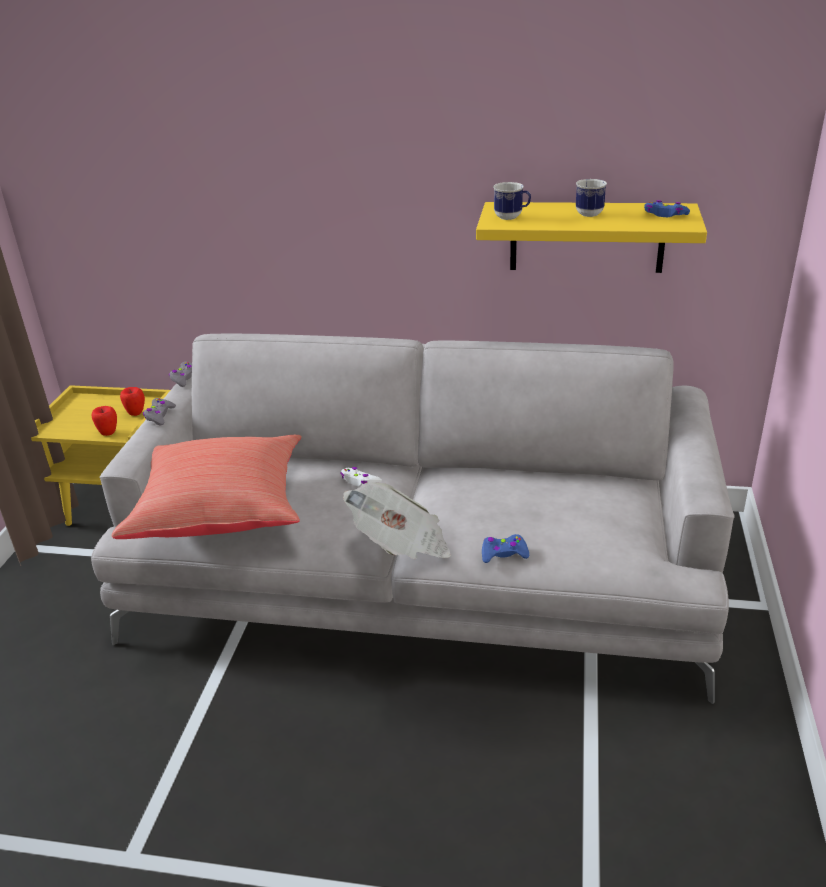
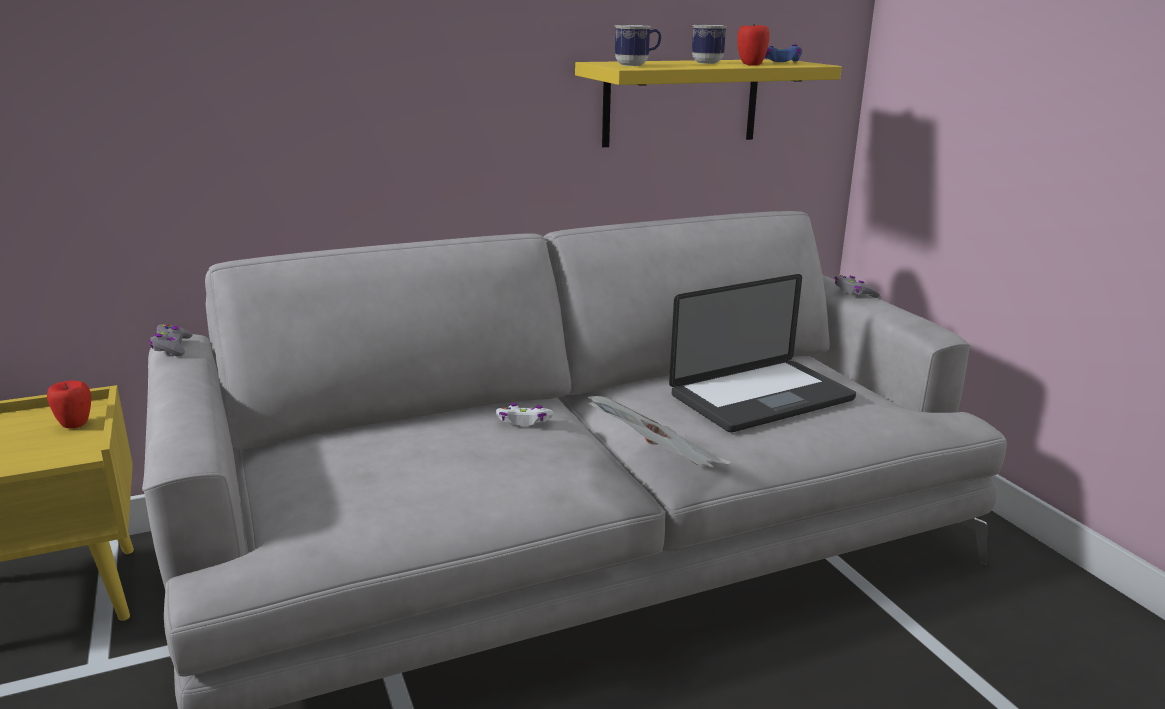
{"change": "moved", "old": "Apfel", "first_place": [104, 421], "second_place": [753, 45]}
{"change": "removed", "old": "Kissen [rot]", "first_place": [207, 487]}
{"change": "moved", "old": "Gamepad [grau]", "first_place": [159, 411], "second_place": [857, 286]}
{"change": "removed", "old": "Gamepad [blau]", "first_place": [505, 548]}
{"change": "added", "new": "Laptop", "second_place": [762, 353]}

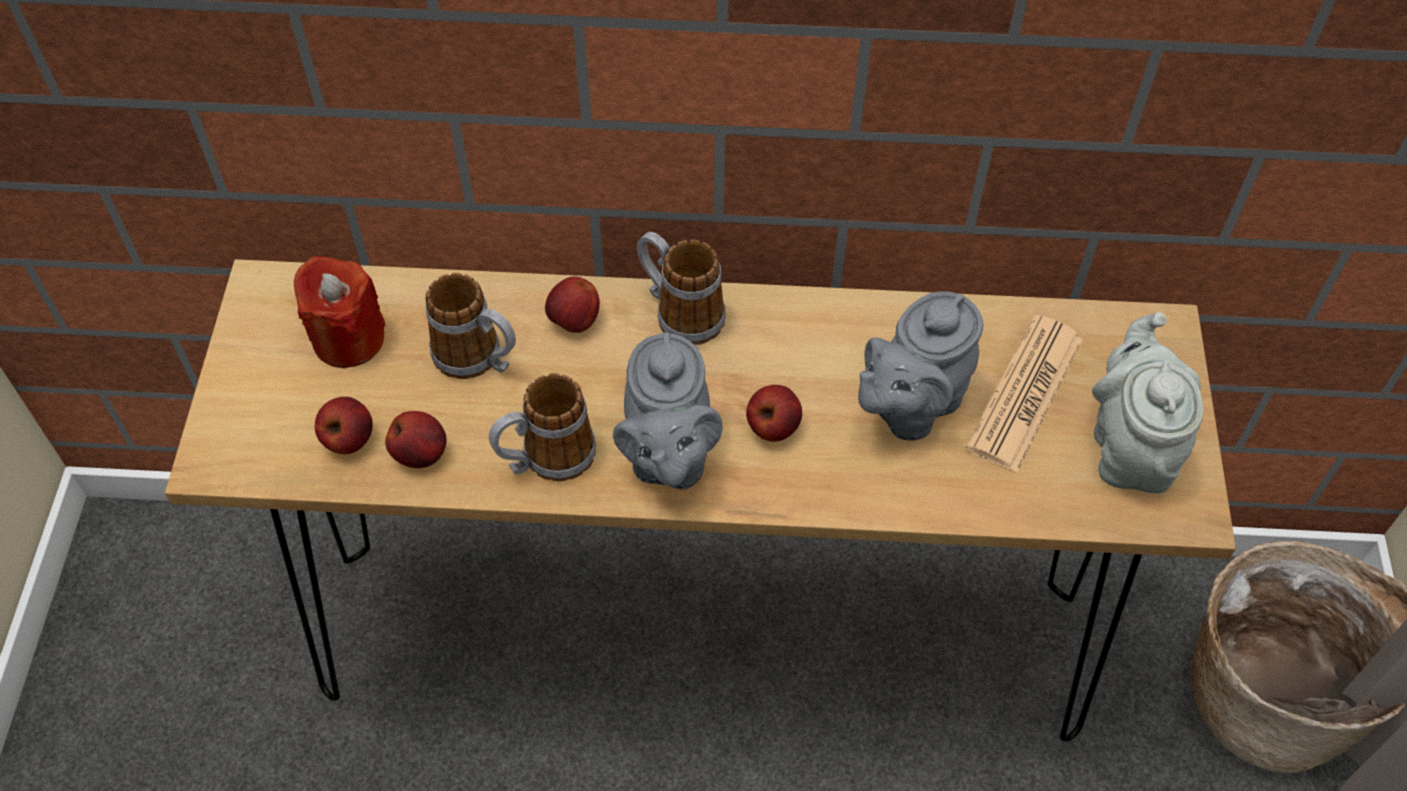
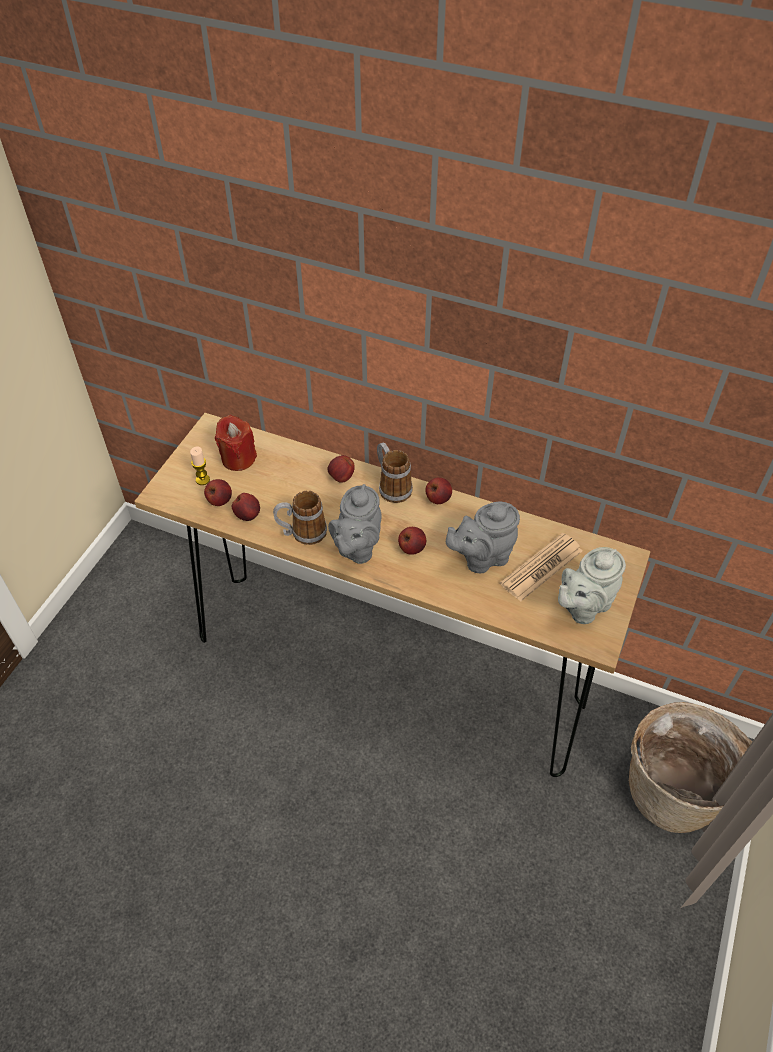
{"change": "removed", "old": "Henkelbecher", "first_place": [470, 326]}
{"change": "turned", "old": "Teekanne [grau]", "first_place": [1147, 402], "second_place": [592, 585], "degrees": -150}
{"change": "added", "new": "Kerze", "second_place": [200, 466]}
{"change": "added", "new": "Apfel", "second_place": [438, 491]}

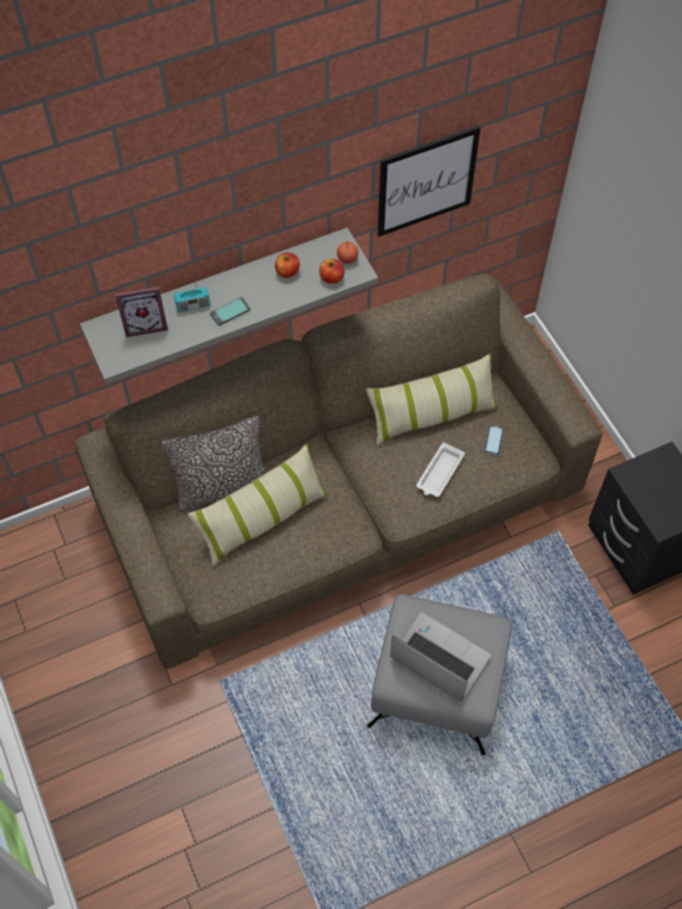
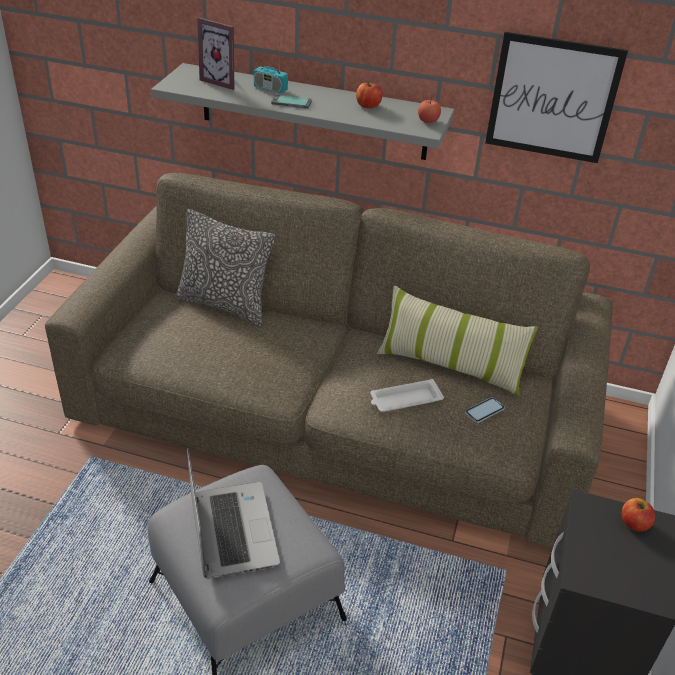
{"change": "removed", "old": "Kissen", "first_place": [258, 505]}
{"change": "moved", "old": "Apfel", "first_place": [332, 271], "second_place": [638, 515]}

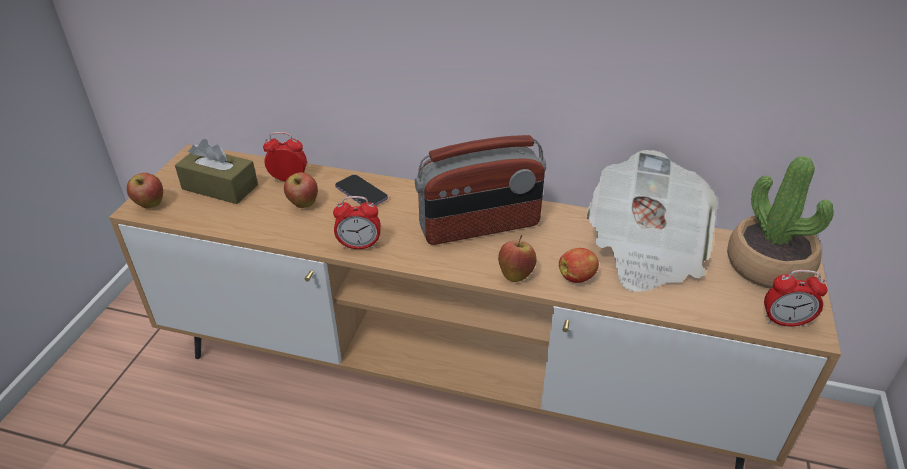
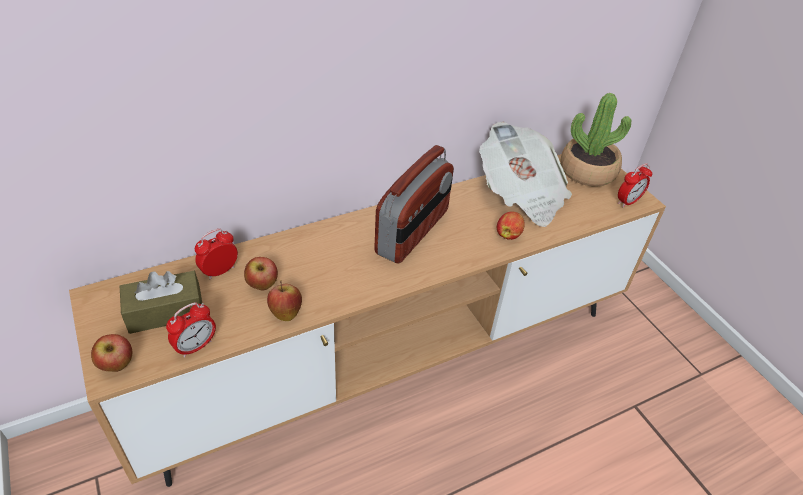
{"change": "moved", "old": "Wecker", "first_place": [357, 222], "second_place": [191, 330]}
{"change": "removed", "old": "Handy", "first_place": [361, 190]}
{"change": "moved", "old": "Apfel", "first_place": [517, 258], "second_place": [284, 300]}

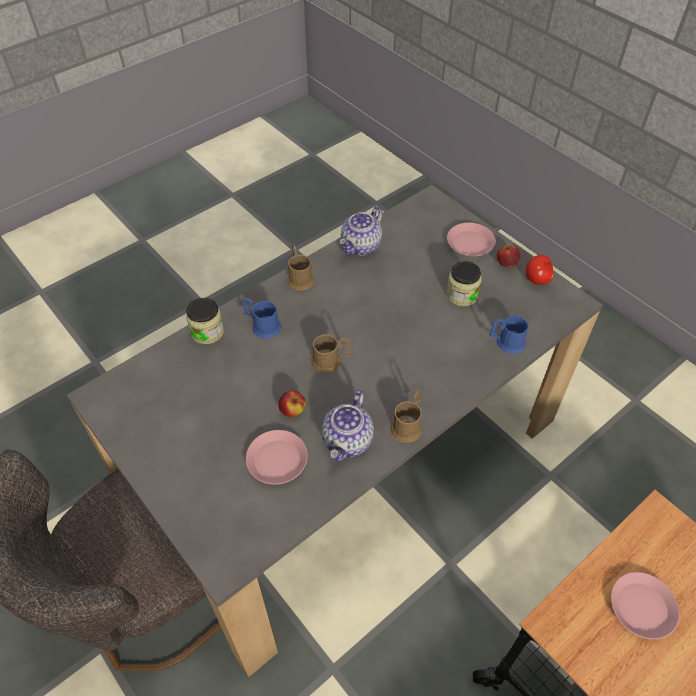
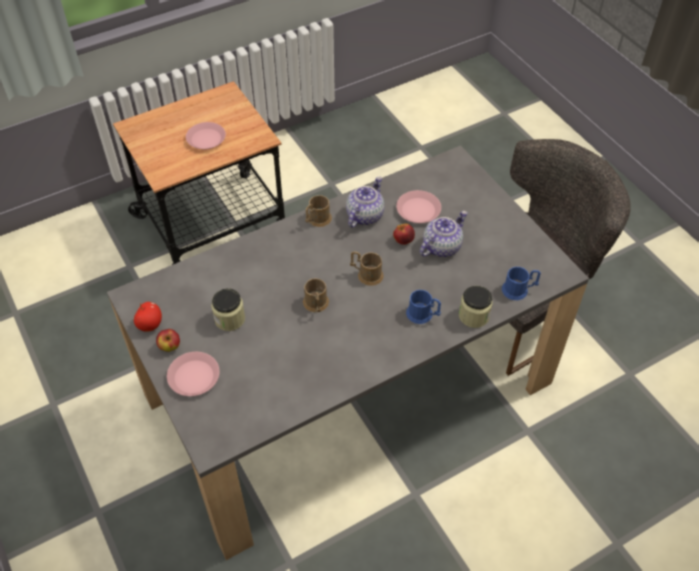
{"change": "moved", "old": "Henkelbecher [braun]", "first_place": [300, 266], "second_place": [316, 295]}
{"change": "moved", "old": "Teekanne", "first_place": [361, 231], "second_place": [444, 234]}
{"change": "moved", "old": "Henkelbecher [blau]", "first_place": [509, 335], "second_place": [521, 283]}

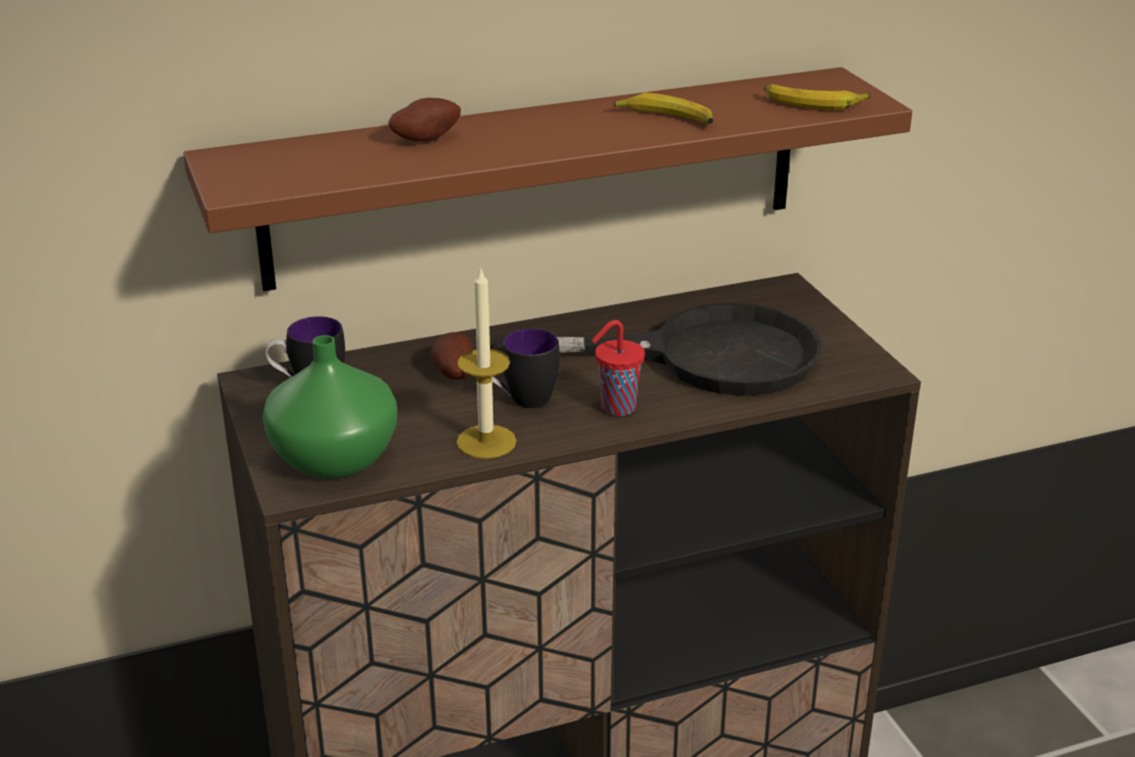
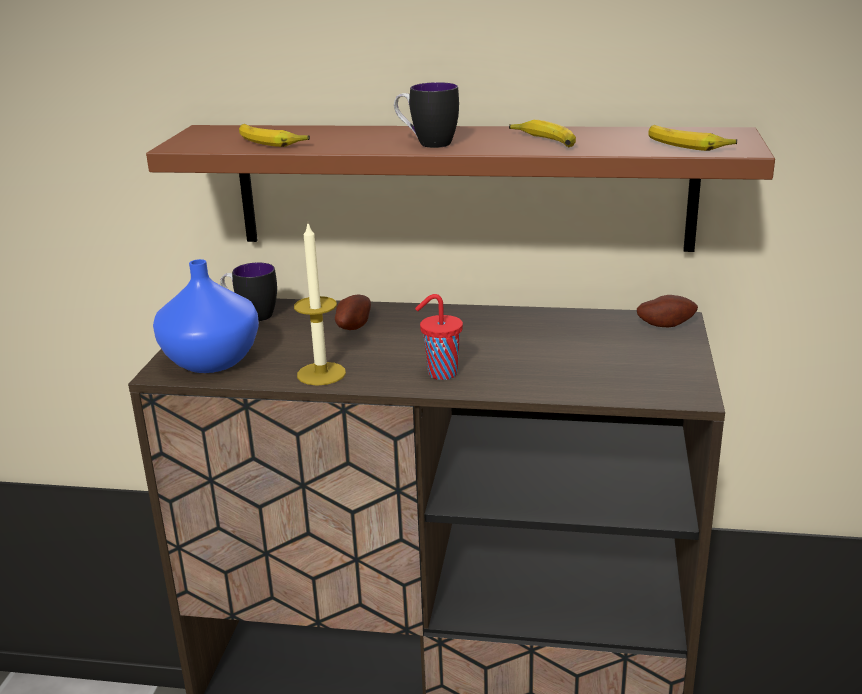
{"change": "recoloured", "old": "Vase [grün]", "new": "Vase [blau]", "first_place": [330, 407], "second_place": [206, 316]}
{"change": "moved", "old": "Kartoffel", "first_place": [424, 119], "second_place": [667, 311]}
{"change": "moved", "old": "Henkelbecher", "first_place": [526, 368], "second_place": [426, 115]}
{"change": "removed", "old": "Pfanne [schwarz]", "first_place": [657, 349]}
{"change": "added", "new": "Banane", "second_place": [274, 135]}

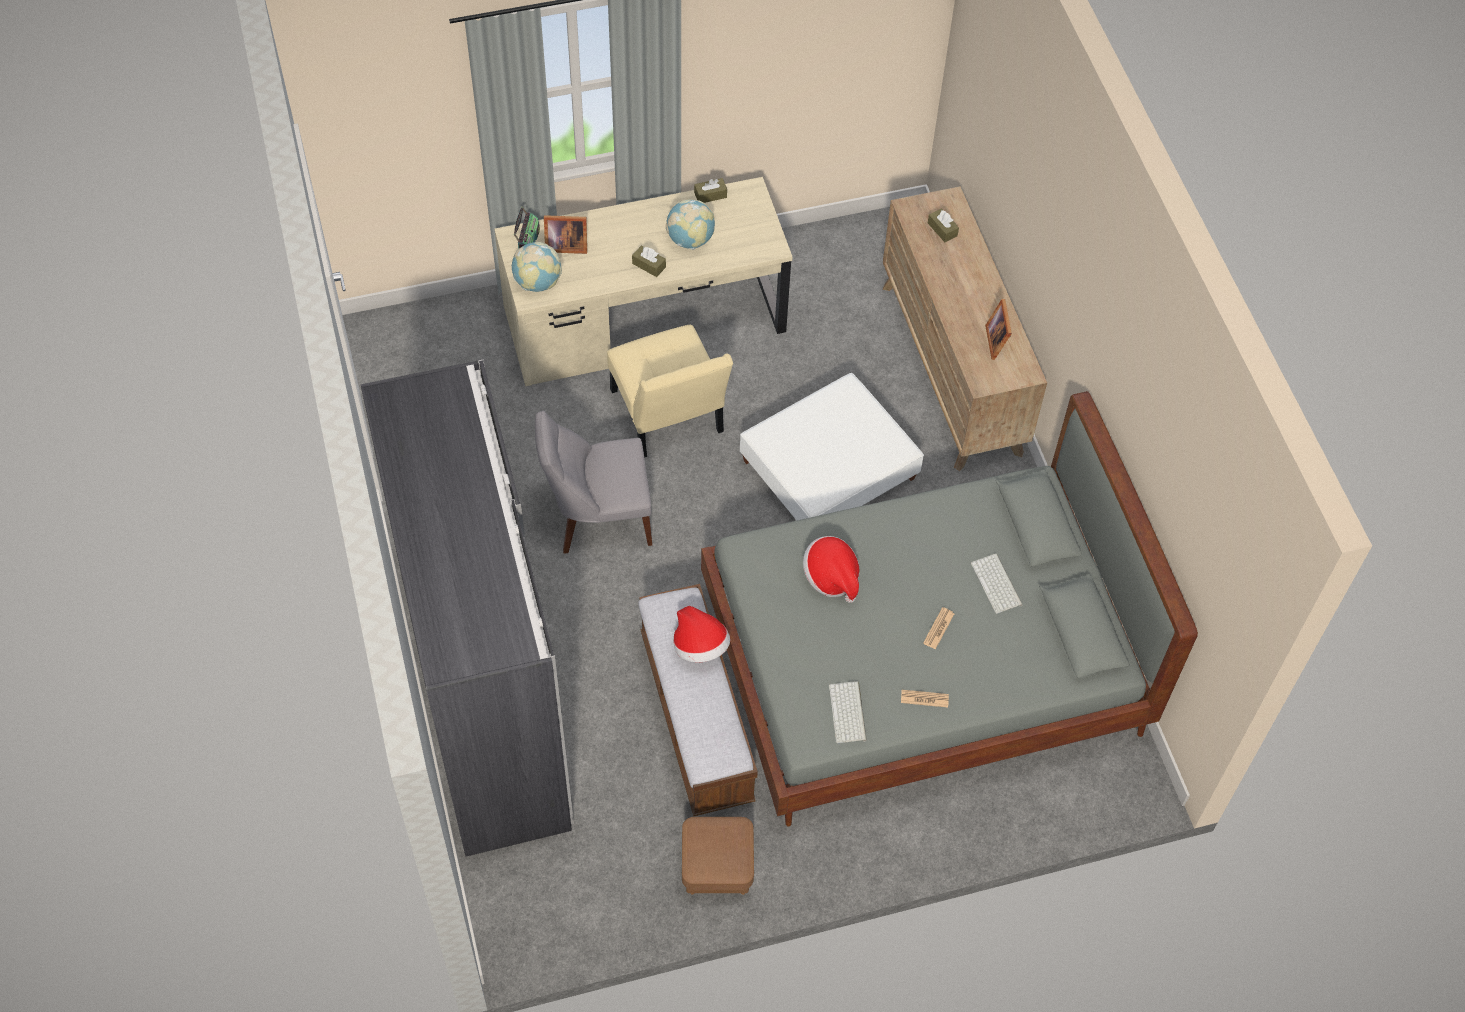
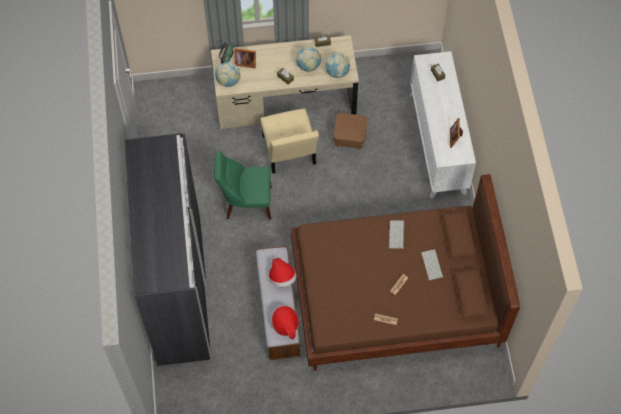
{"change": "recoloured", "old": "Stuhl [grau]", "new": "Stuhl [grün]", "first_place": [593, 482], "second_place": [243, 185]}
{"change": "moved", "old": "Polsterhocker [braun]", "first_place": [718, 856], "second_place": [350, 131]}
{"change": "recoloured", "old": "Bett [grau]", "new": "Bett [braun]", "first_place": [949, 609], "second_place": [405, 272]}
{"change": "removed", "old": "Polsterhocker [weiß]", "first_place": [832, 446]}
{"change": "moved", "old": "Hut", "first_place": [831, 569], "second_place": [284, 322]}
{"change": "moved", "old": "Tastatur", "first_place": [848, 712], "second_place": [396, 234]}
{"change": "recoloured", "old": "Kommode [braun]", "new": "Kommode [weiß]", "first_place": [965, 328], "second_place": [443, 124]}
{"change": "added", "new": "Globus", "second_place": [337, 65]}

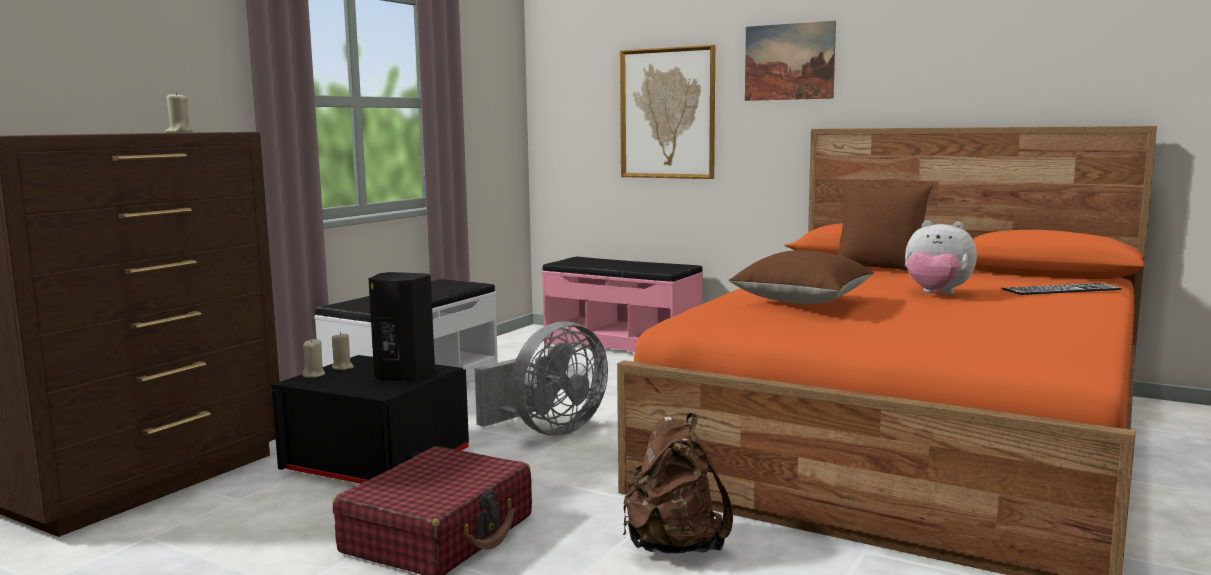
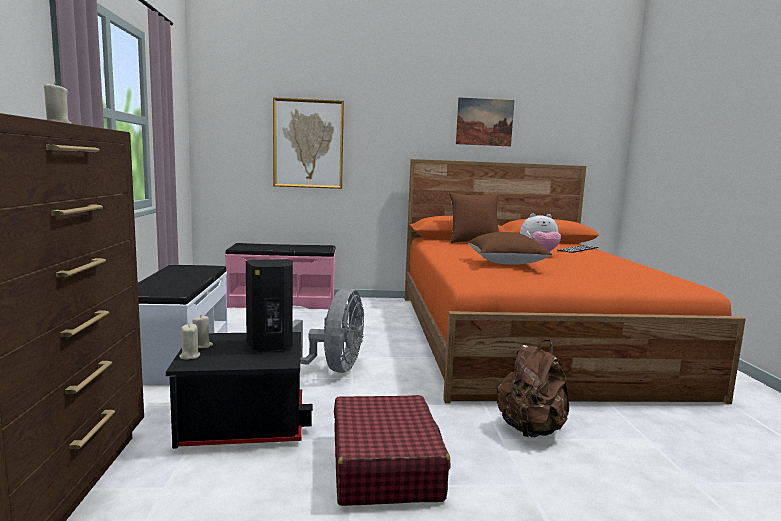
{"change": "moved", "old": "Bild", "first_place": [790, 61], "second_place": [485, 122]}

